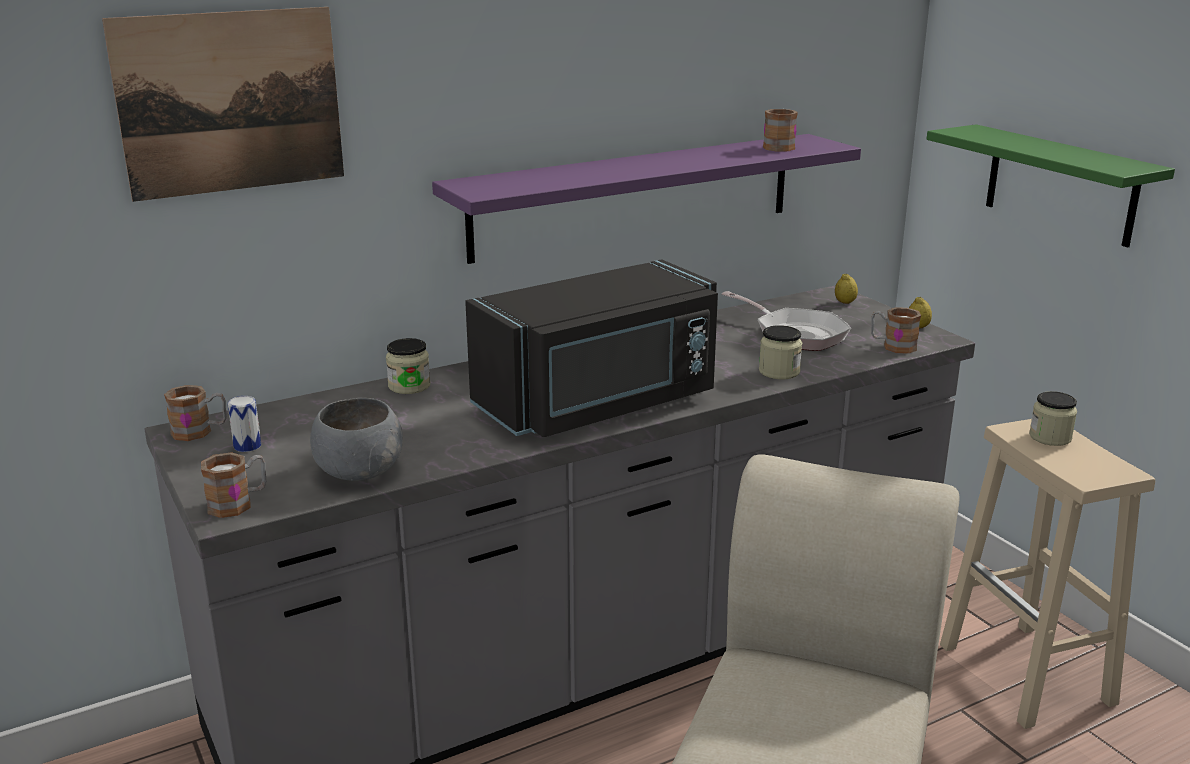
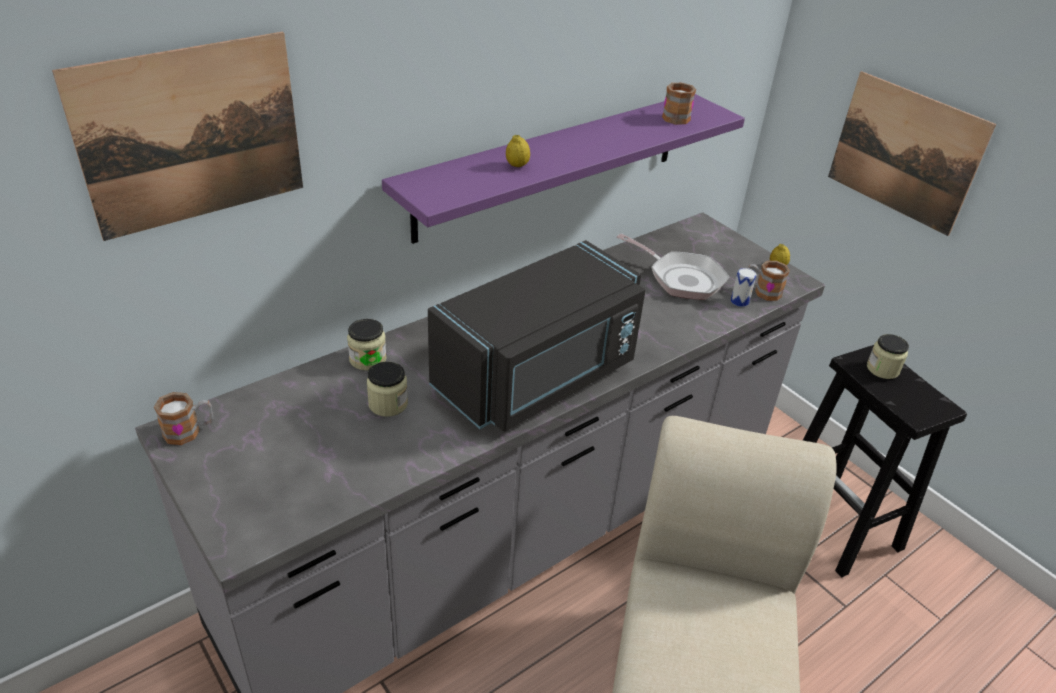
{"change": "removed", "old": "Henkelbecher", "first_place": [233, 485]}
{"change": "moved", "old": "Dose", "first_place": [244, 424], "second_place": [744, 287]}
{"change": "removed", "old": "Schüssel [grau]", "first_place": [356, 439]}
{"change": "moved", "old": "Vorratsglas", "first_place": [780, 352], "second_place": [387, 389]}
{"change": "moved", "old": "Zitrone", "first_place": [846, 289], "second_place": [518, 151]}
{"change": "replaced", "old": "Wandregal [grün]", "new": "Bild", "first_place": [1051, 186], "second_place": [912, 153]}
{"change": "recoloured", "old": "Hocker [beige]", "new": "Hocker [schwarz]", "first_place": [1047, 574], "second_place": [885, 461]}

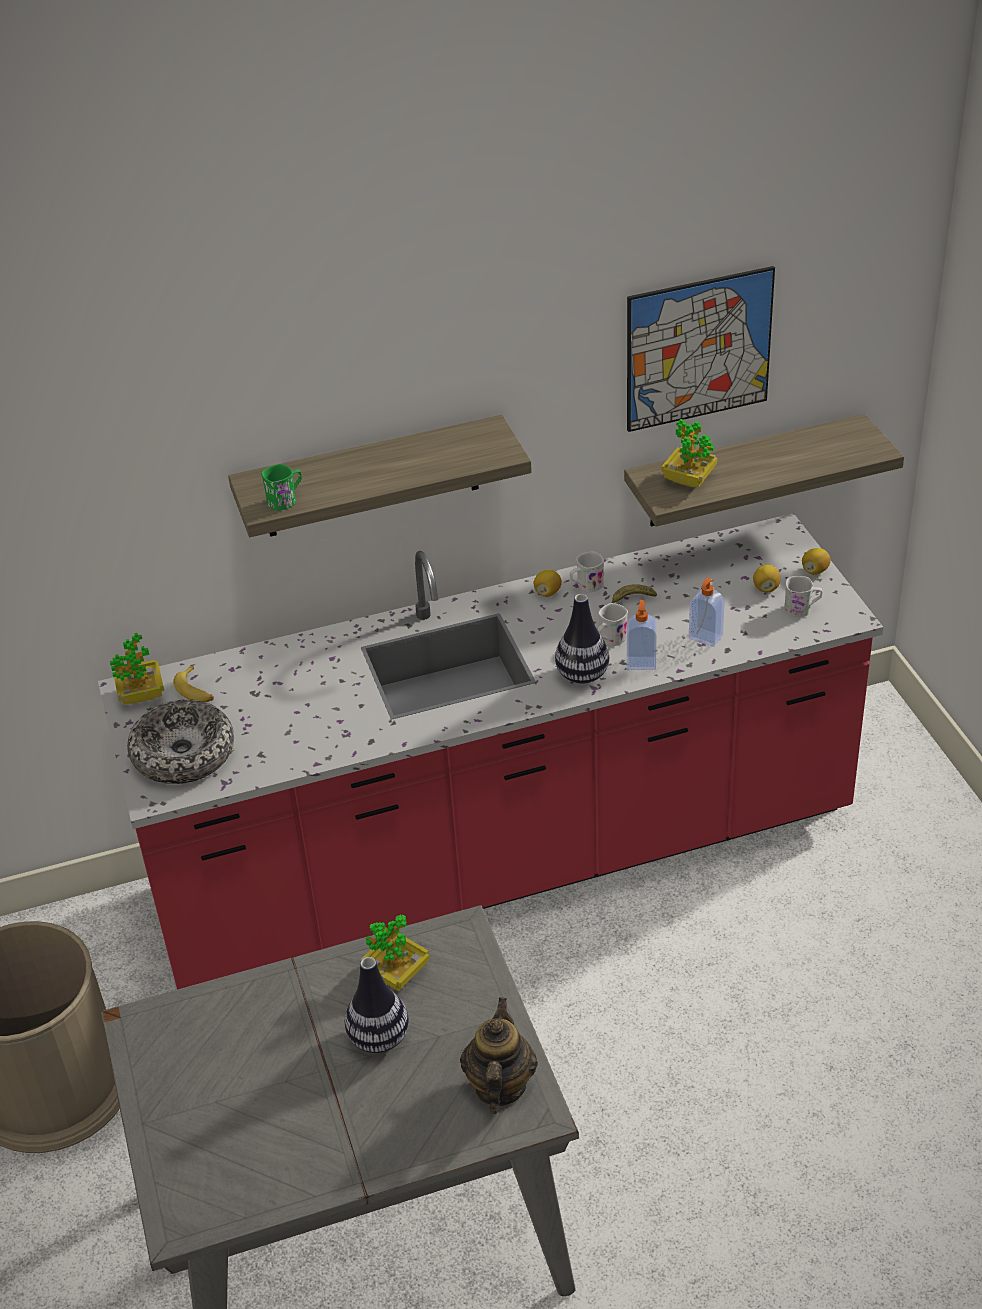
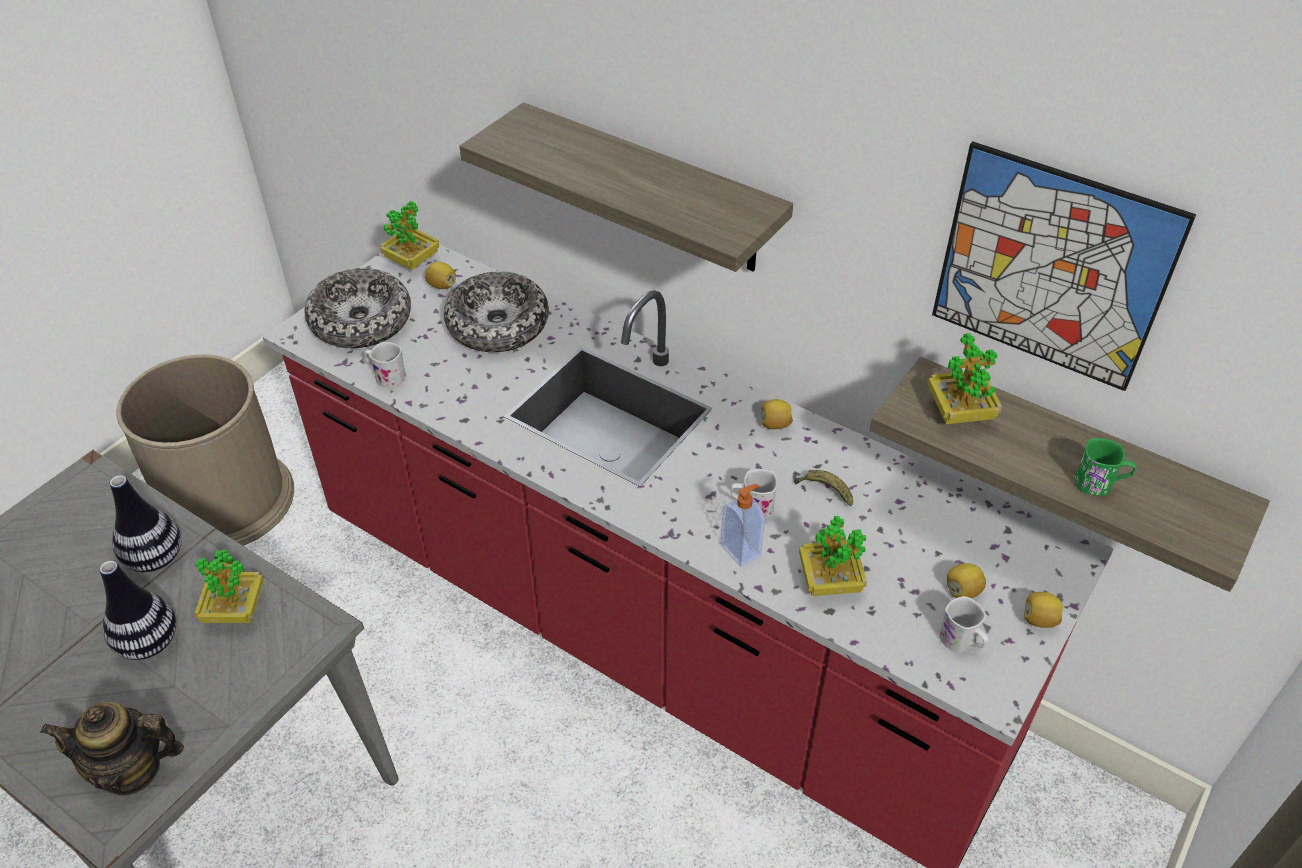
{"change": "replaced", "old": "Banane", "new": "Zitrone", "first_place": [193, 683], "second_place": [440, 275]}
{"change": "moved", "old": "Henkelbecher [grün]", "first_place": [281, 487], "second_place": [1105, 467]}
{"change": "turned", "old": "Teekanne", "first_place": [499, 1055], "second_place": [112, 749], "degrees": -150}
{"change": "moved", "old": "Vase", "first_place": [582, 639], "second_place": [145, 523]}
{"change": "moved", "old": "Henkelbecher [weiß]", "first_place": [587, 572], "second_place": [385, 365]}
{"change": "replaced", "old": "Seifenspender", "new": "Topfpflanze", "first_place": [707, 612], "second_place": [833, 556]}
{"change": "added", "new": "Schüssel", "second_place": [496, 311]}

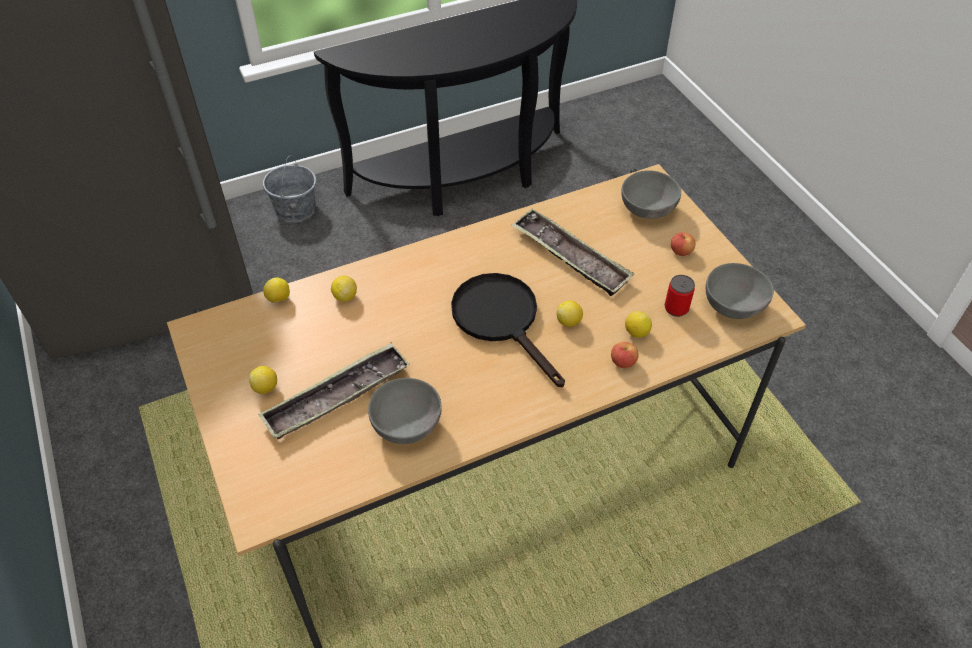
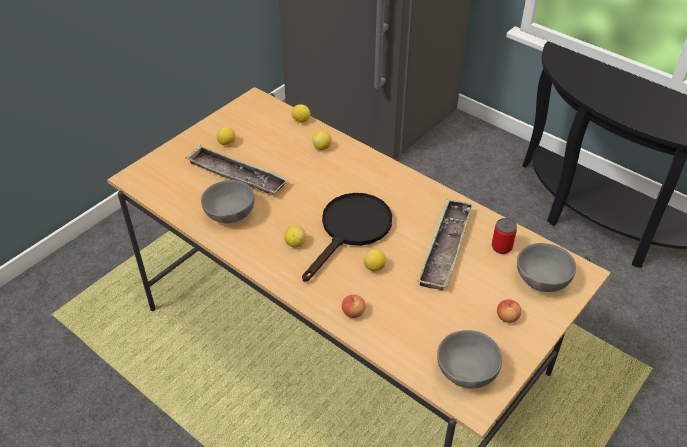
{"change": "removed", "old": "Eimer [grau]", "first_place": [289, 188]}
{"change": "moved", "old": "Zitrone", "first_place": [638, 324], "second_place": [295, 236]}
{"change": "moved", "old": "Dose", "first_place": [680, 296], "second_place": [504, 236]}

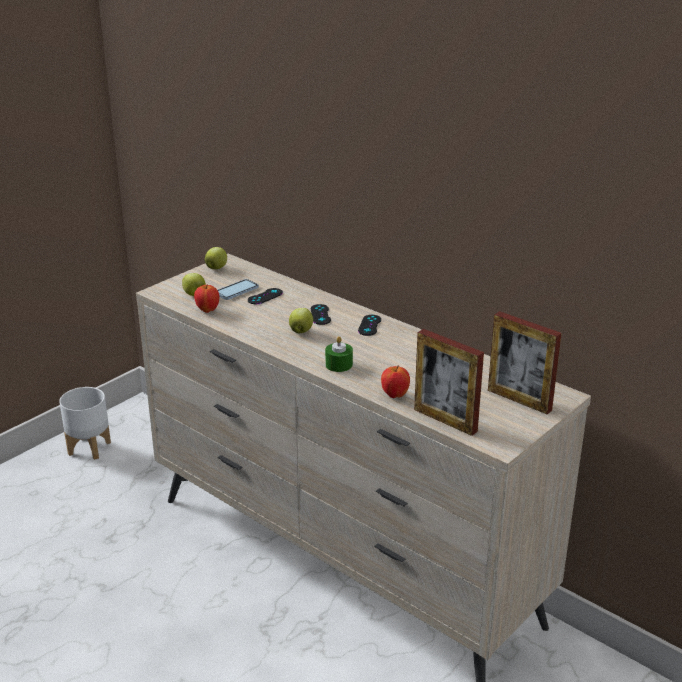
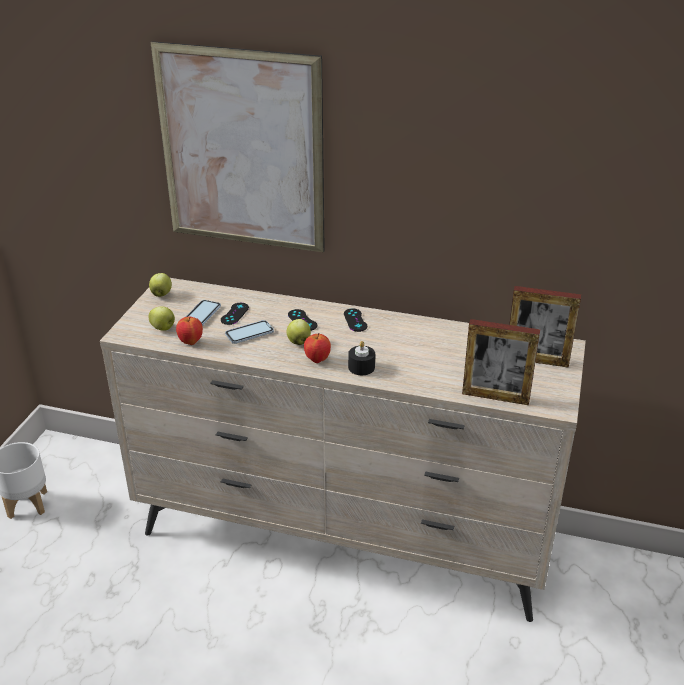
{"change": "recoloured", "old": "Kerze [grün]", "new": "Kerze [schwarz]", "first_place": [339, 354], "second_place": [361, 358]}
{"change": "moved", "old": "Apfel", "first_place": [395, 381], "second_place": [317, 348]}
{"change": "added", "new": "Bild", "second_place": [237, 146]}
{"change": "added", "new": "Handy", "second_place": [249, 332]}

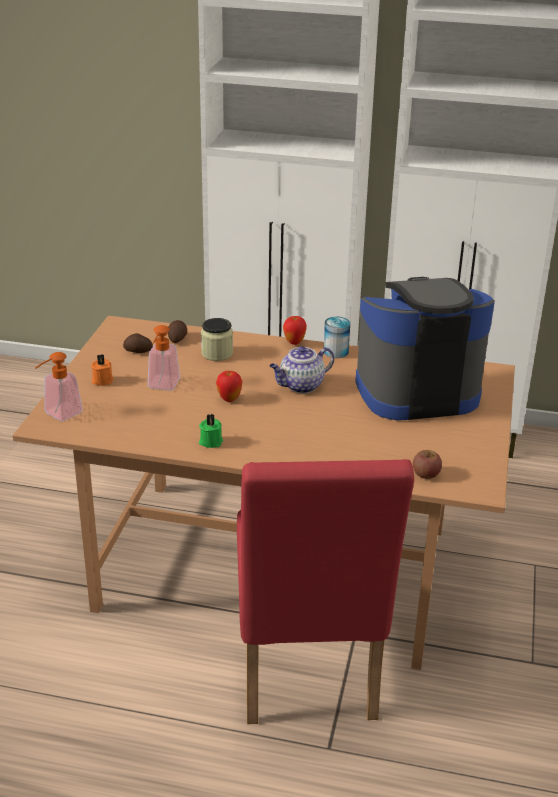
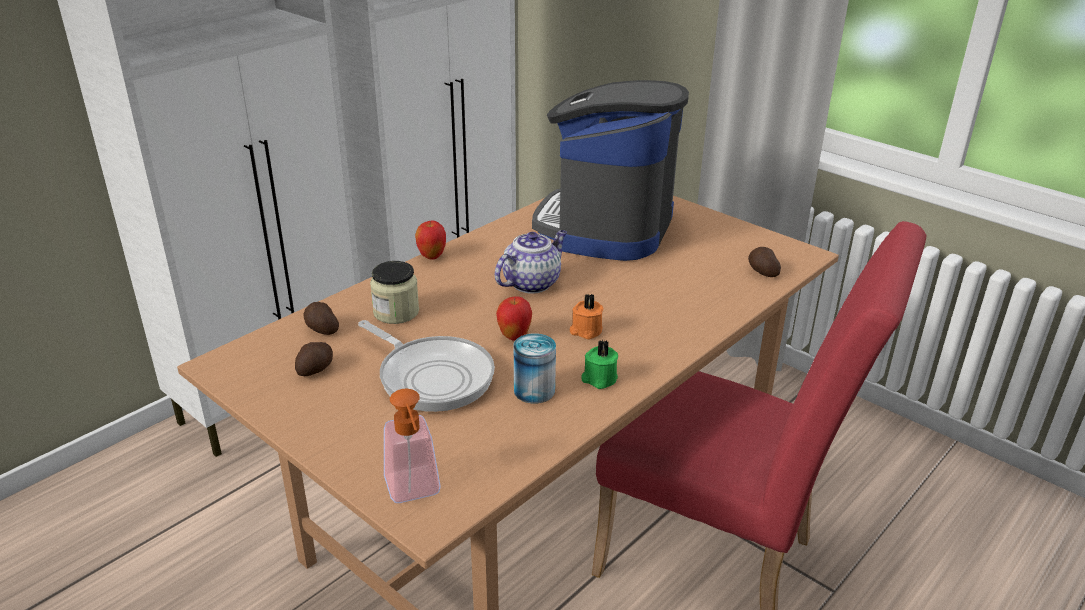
{"change": "moved", "old": "Kerze [orange]", "first_place": [102, 370], "second_place": [586, 316]}
{"change": "replaced", "old": "Seifenspender", "new": "Pfanne", "first_place": [164, 358], "second_place": [426, 366]}
{"change": "turned", "old": "Teekanne", "first_place": [302, 369], "second_place": [531, 262], "degrees": -135}
{"change": "moved", "old": "Dose", "first_place": [337, 337], "second_place": [535, 368]}
{"change": "replaced", "old": "Apfel", "new": "Kartoffel", "first_place": [427, 464], "second_place": [764, 262]}

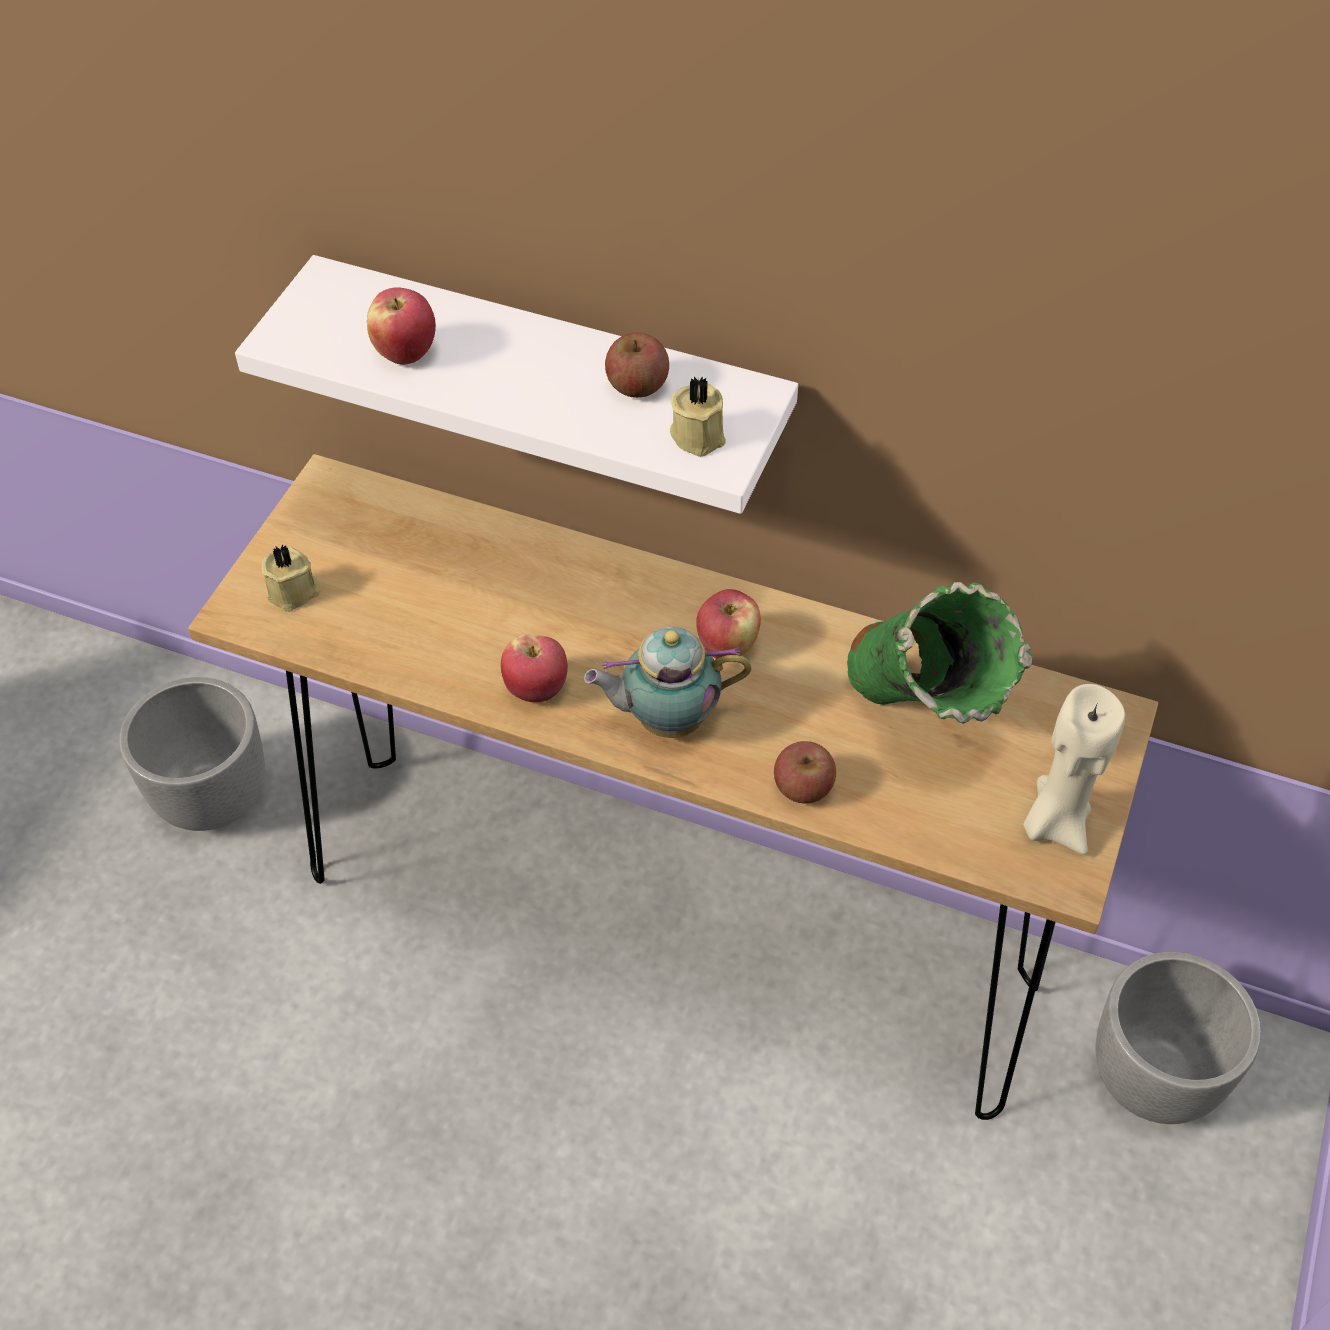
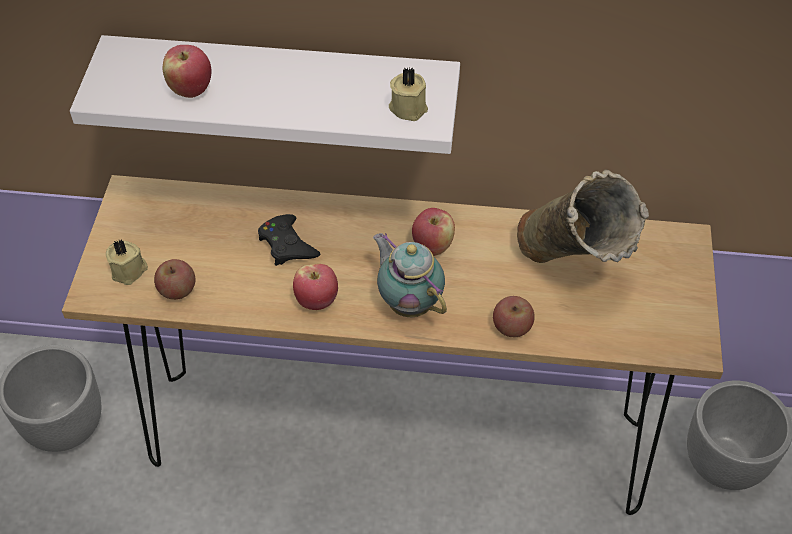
{"change": "turned", "old": "Teekanne", "first_place": [667, 682], "second_place": [410, 275], "degrees": 75}
{"change": "moved", "old": "Apfel", "first_place": [637, 365], "second_place": [174, 279]}
{"change": "recoloured", "old": "Vase [grün]", "new": "Vase [beige]", "first_place": [939, 653], "second_place": [583, 216]}
{"change": "removed", "old": "Kerze [beige]", "first_place": [1074, 769]}
{"change": "added", "new": "Gamepad [schwarz]", "second_place": [289, 240]}

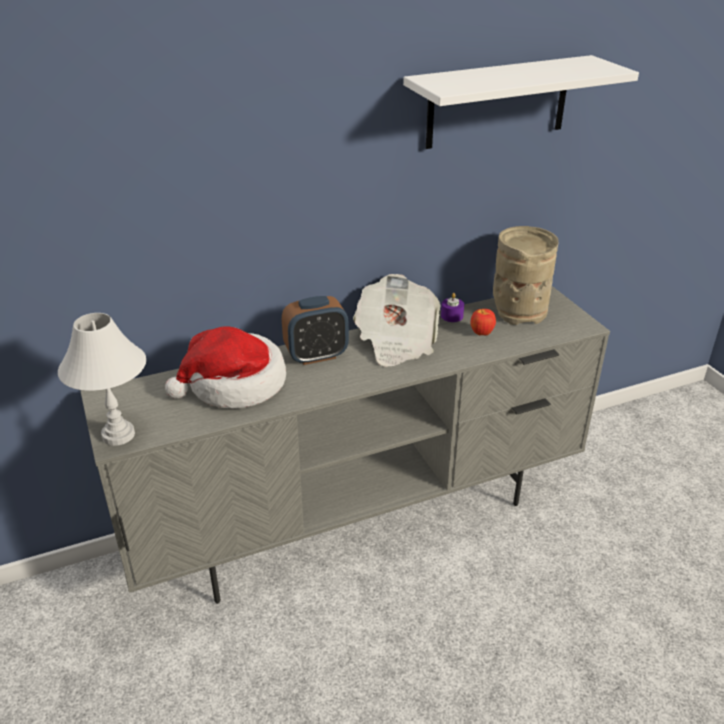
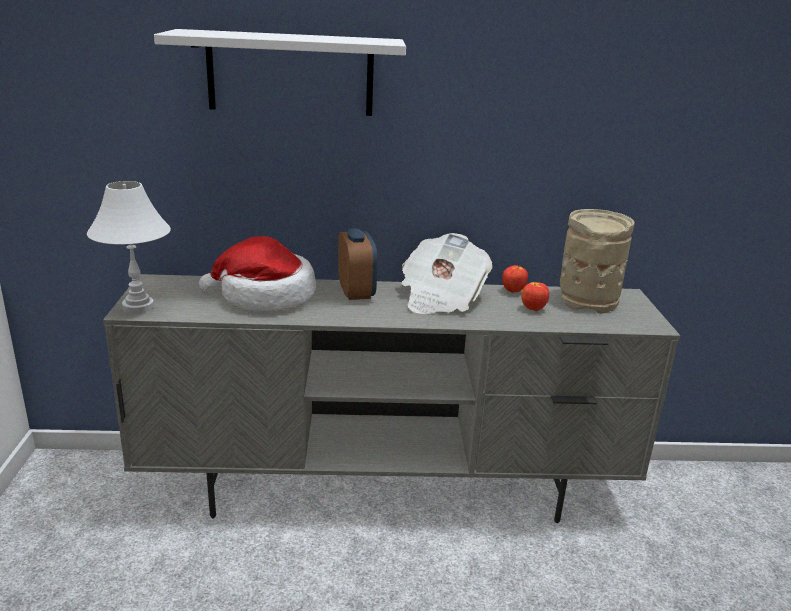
{"change": "turned", "old": "Wecker", "first_place": [315, 330], "second_place": [358, 264], "degrees": -105}
{"change": "moved", "old": "Wandregal [weiß]", "first_place": [521, 102], "second_place": [280, 72]}
{"change": "replaced", "old": "Kerze [lila]", "new": "Apfel", "first_place": [452, 307], "second_place": [515, 279]}

